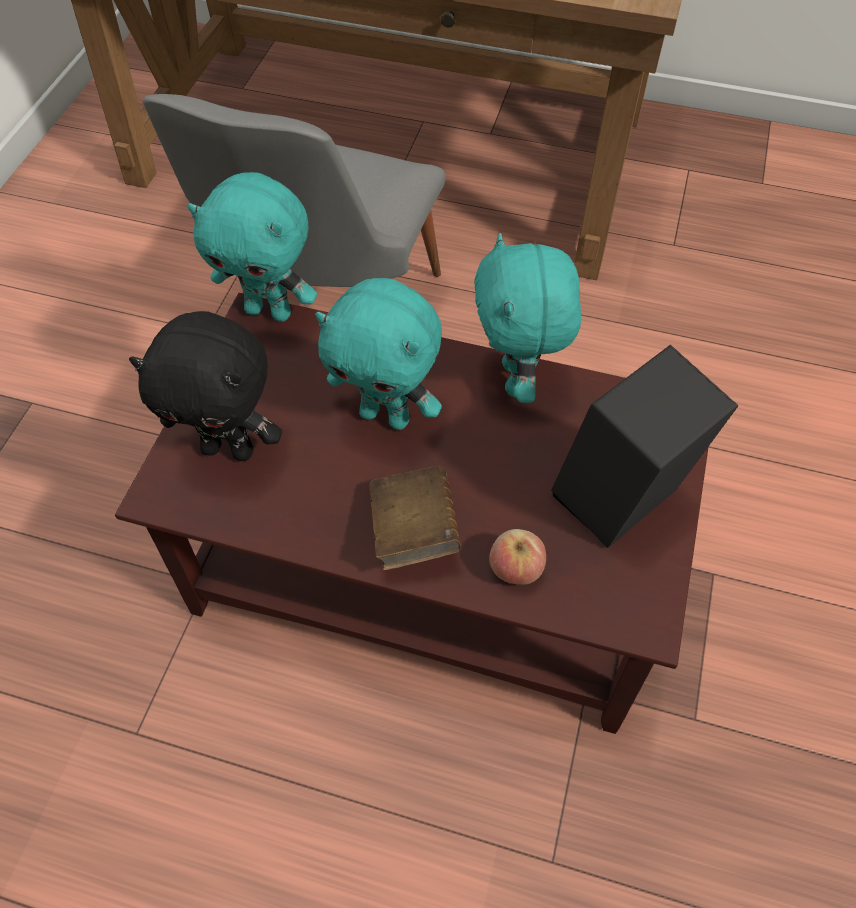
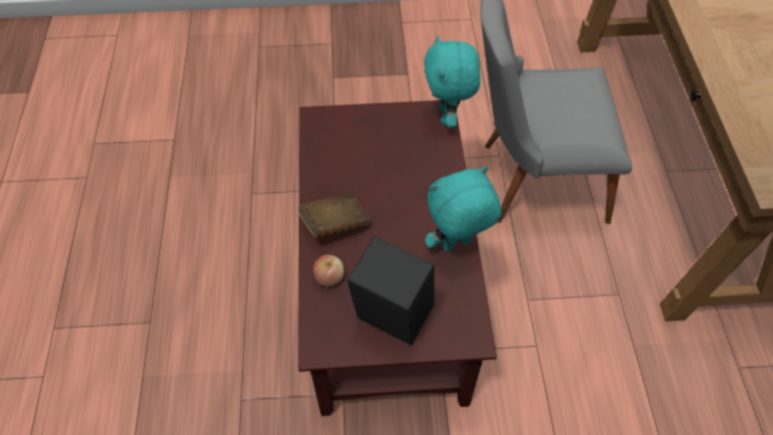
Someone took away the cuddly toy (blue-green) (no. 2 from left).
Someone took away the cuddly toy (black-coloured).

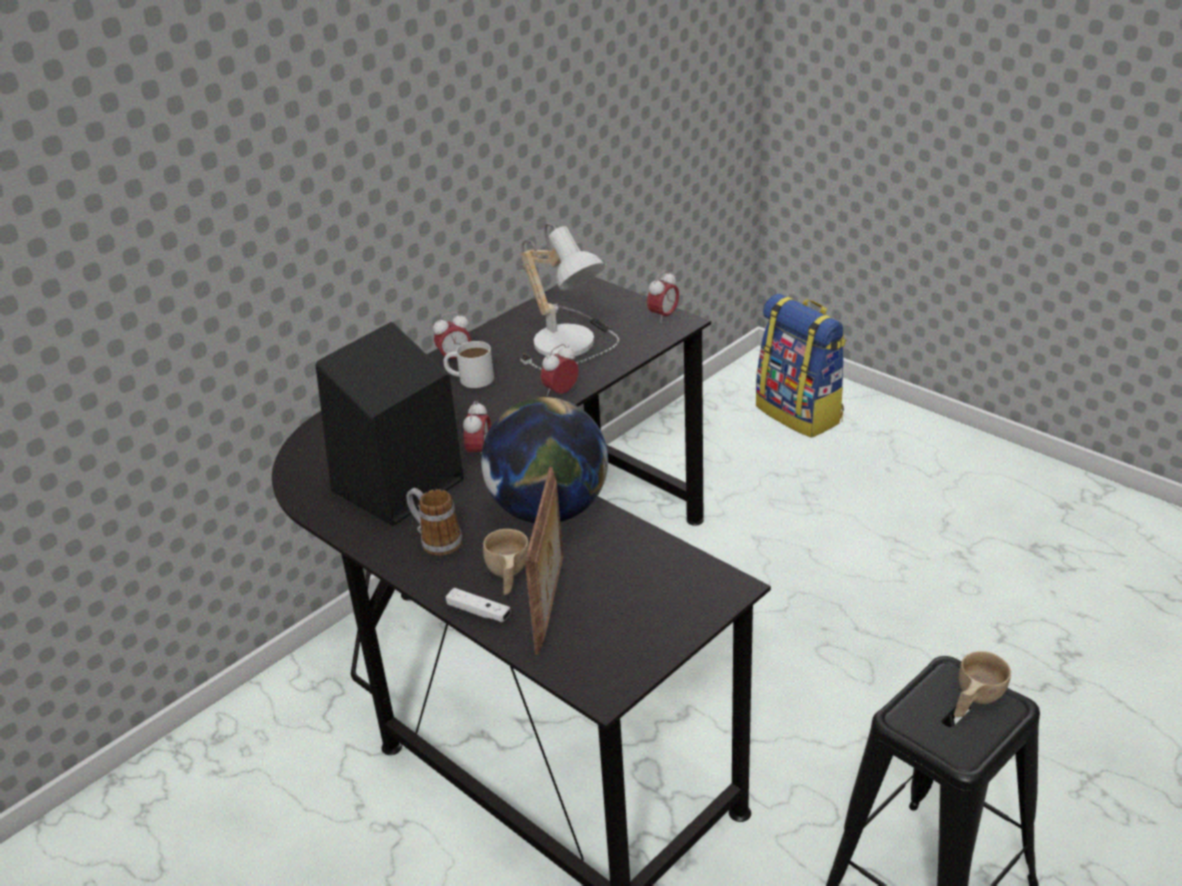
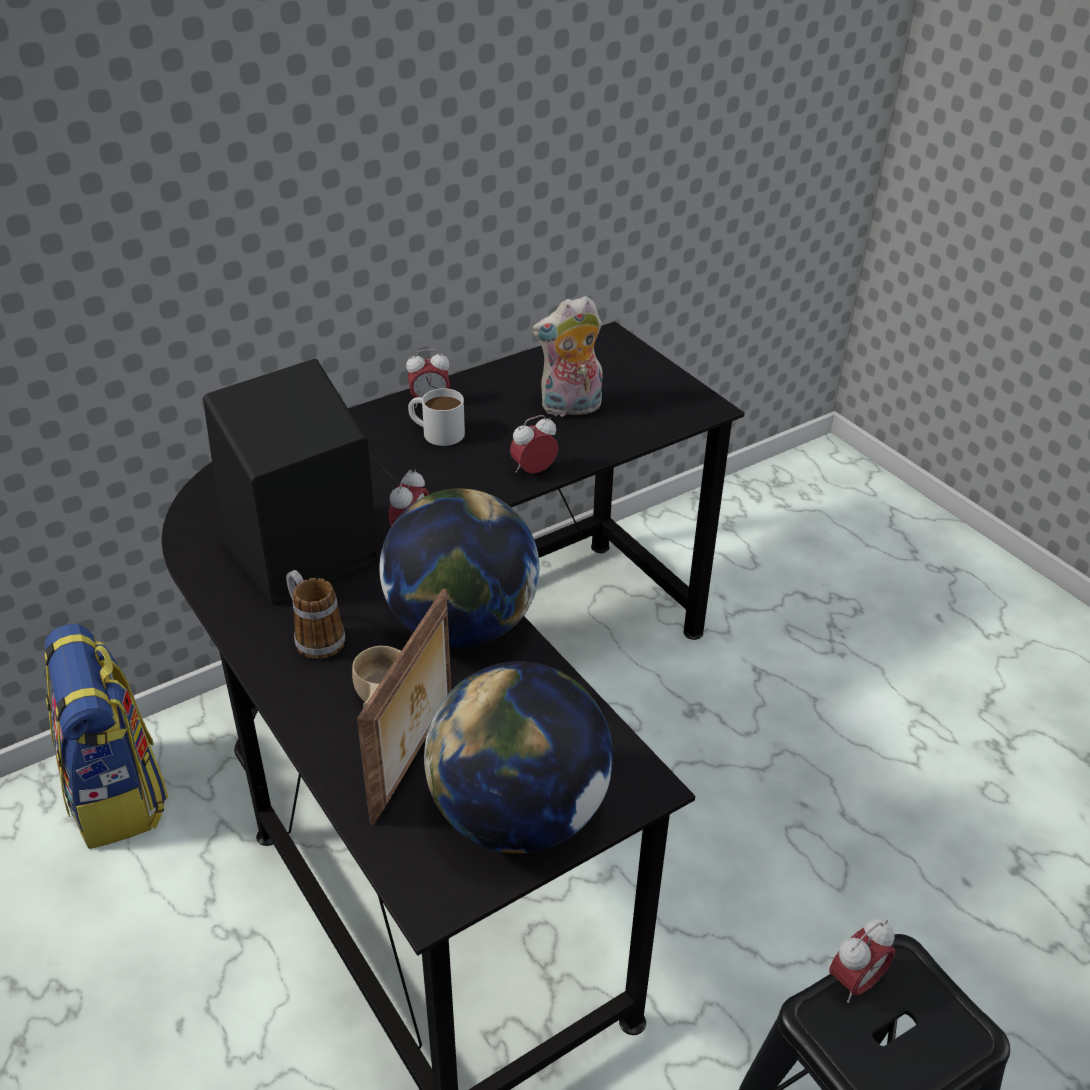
Someone swapped the tabletop lamp for the cuddly toy.
Someone carried the bedside clock (no. 4 from left).
Someone carried the knapsack.
Someone took away the game controller (whitish).
Someone took away the small cup (sand-coloured) (no. 2 from left).
Someone put down the desk globe (no. 2 from left).

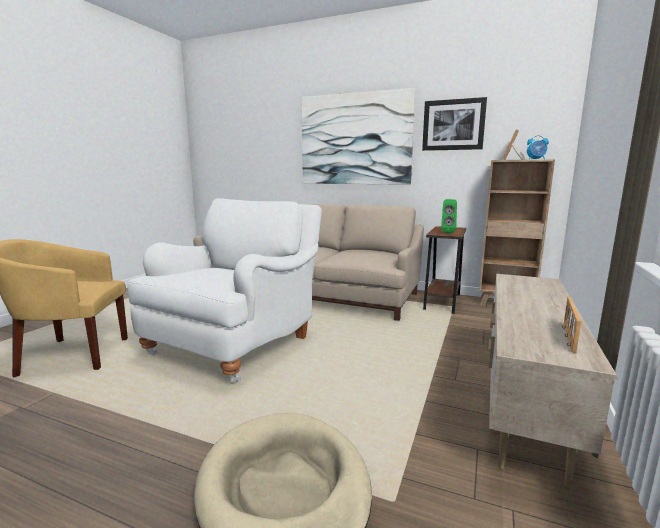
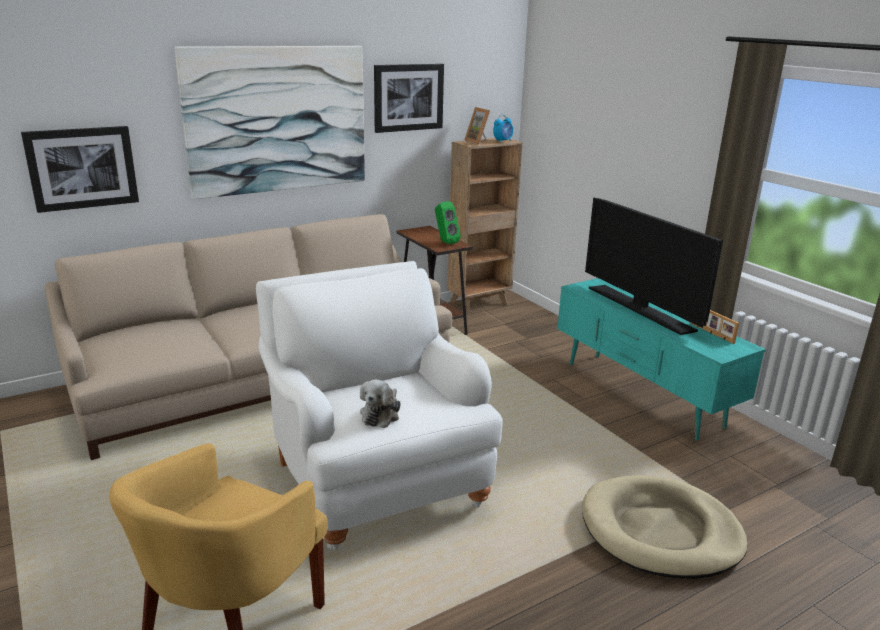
Someone repainted the tv stand (sand-coloured), which became the tv stand (blue-green).
Someone put up the wall picture (no. 1 from left).
Someone put down the TV.
Someone put down the cuddly toy.

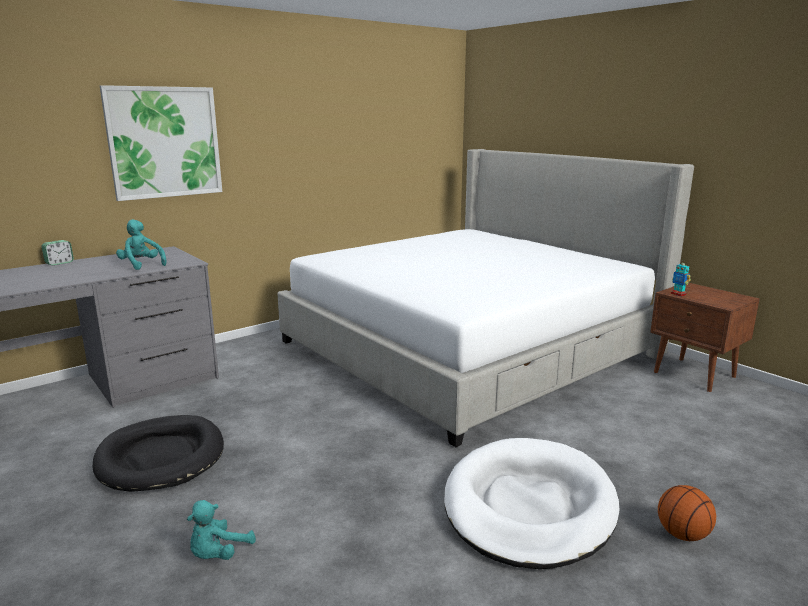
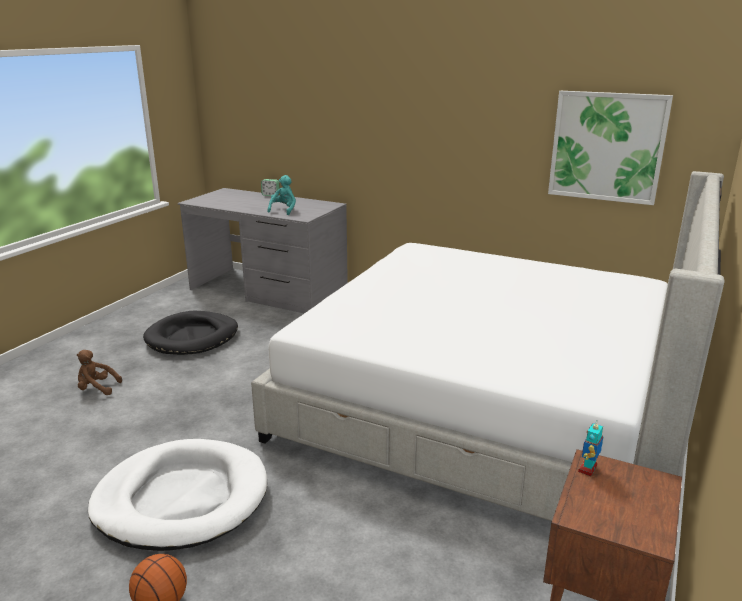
Someone carried the wall picture.
Someone repainted the cuddly toy (blue-green) (no. 2 from left), which became the cuddly toy (brown).

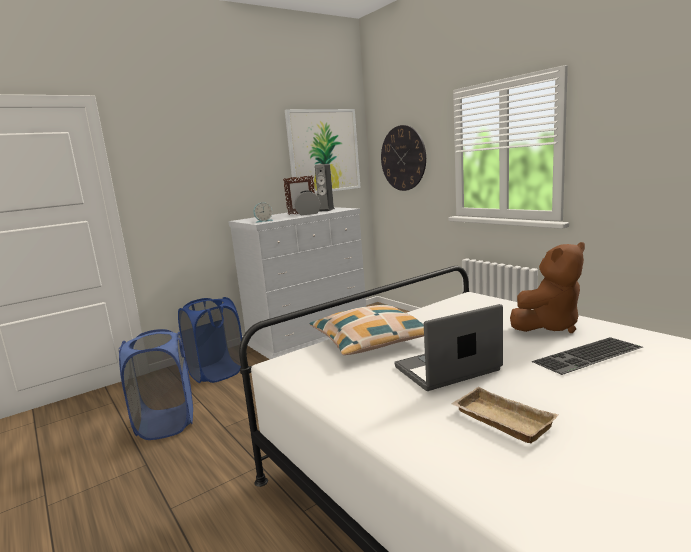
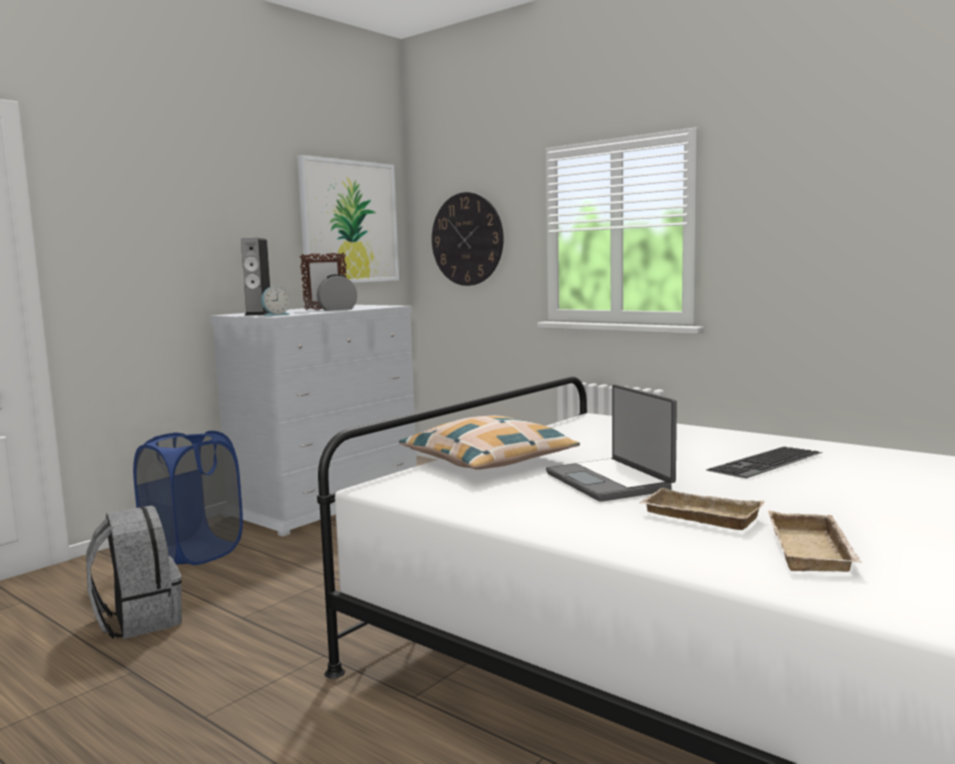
Someone carried the loudspeaker.
Someone took away the cuddly toy (brown).
Someone rotated the laptop by 75 degrees counterclockwise.
Someone swapped the hamper (blue-coloured) (no. 1 from left) for the knapsack (grey).
Someone put down the tray (sand-coloured) (no. 2 from left).

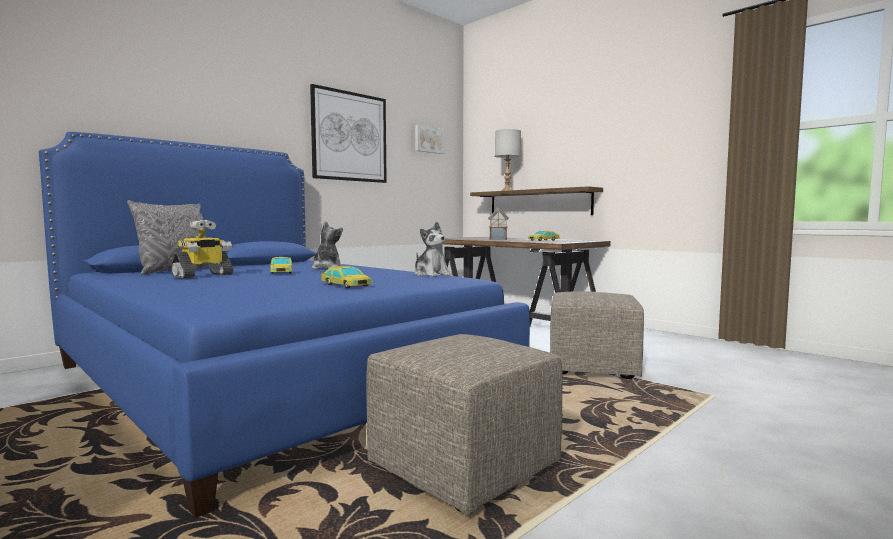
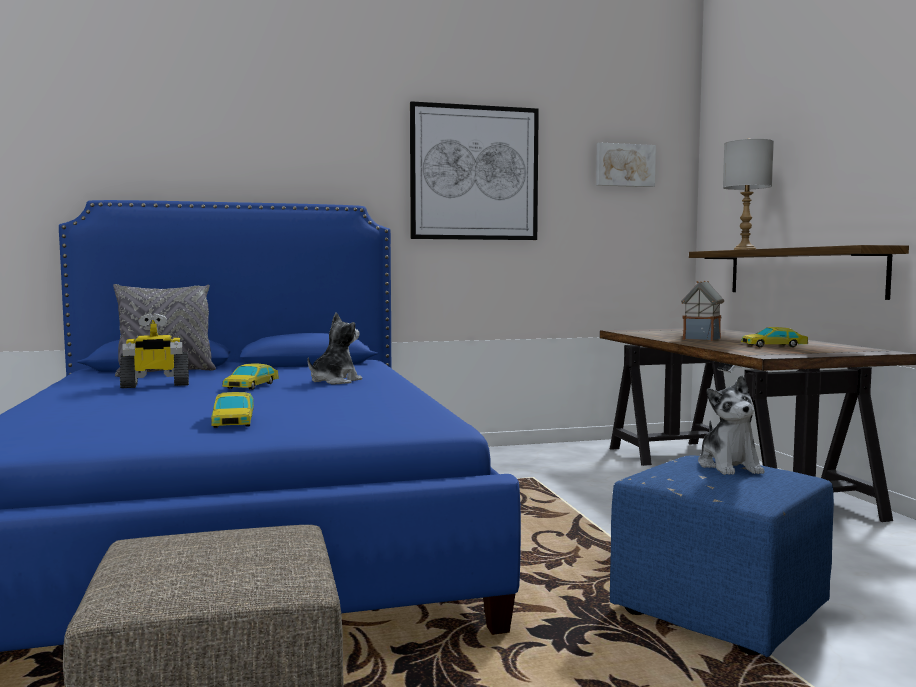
Someone carried the cuddly toy (no. 2 from left).
Someone repainted the footrest (sand-coloured) (no. 2 from left), which became the footrest (blue-coloured).

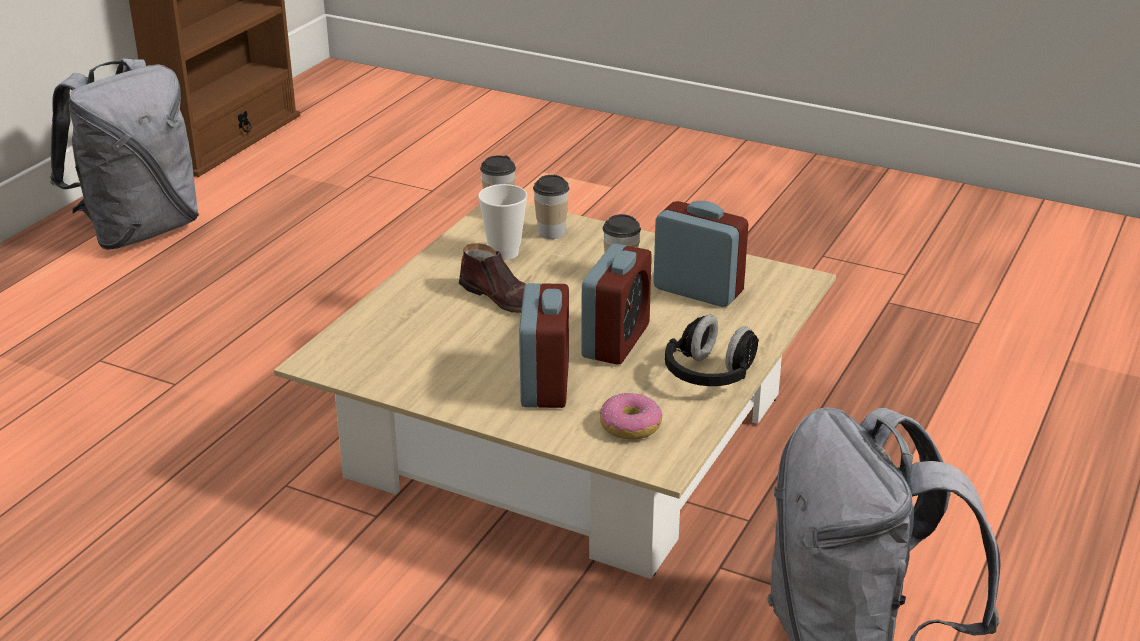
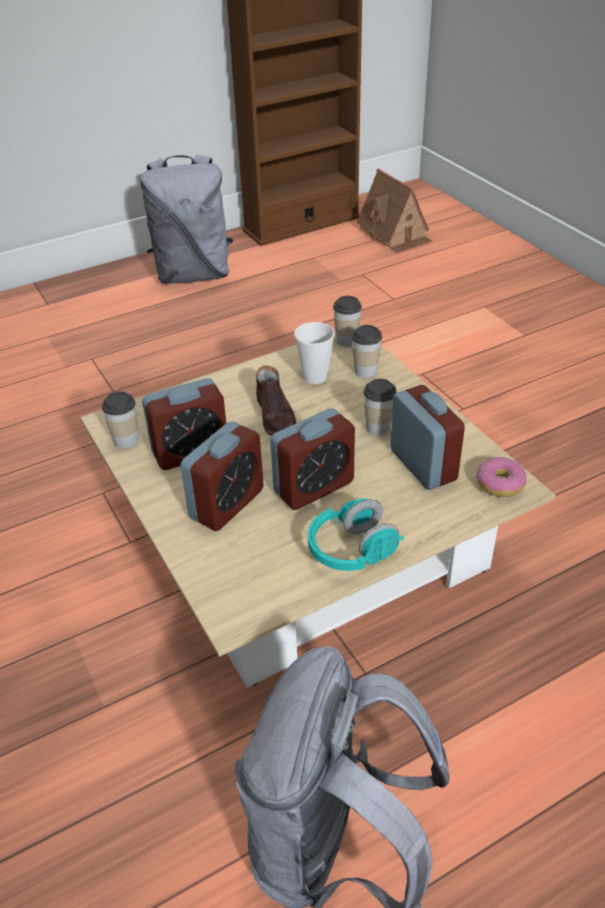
Someone repainted the pair of headphones (black-coloured), which became the pair of headphones (blue-green).
Someone carried the doughnut.
Someone put down the model house.
Someone put down the bedside clock (no. 1 from left).
Someone put down the small cup (no. 1 from left).

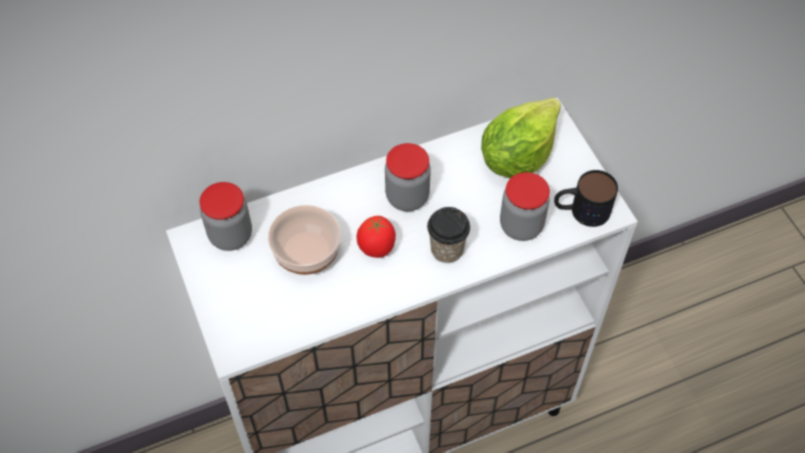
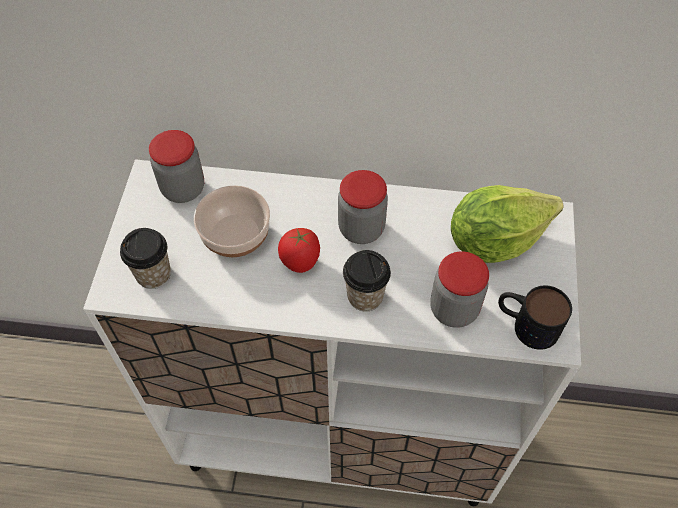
Someone put down the small cup (no. 1 from left).

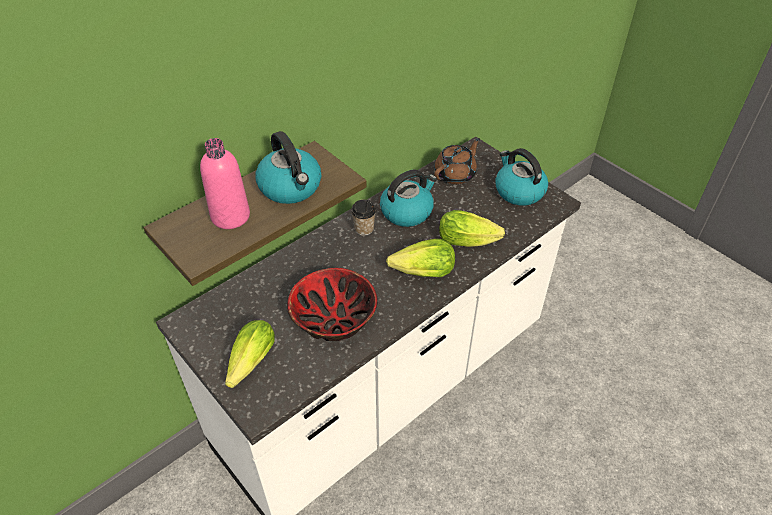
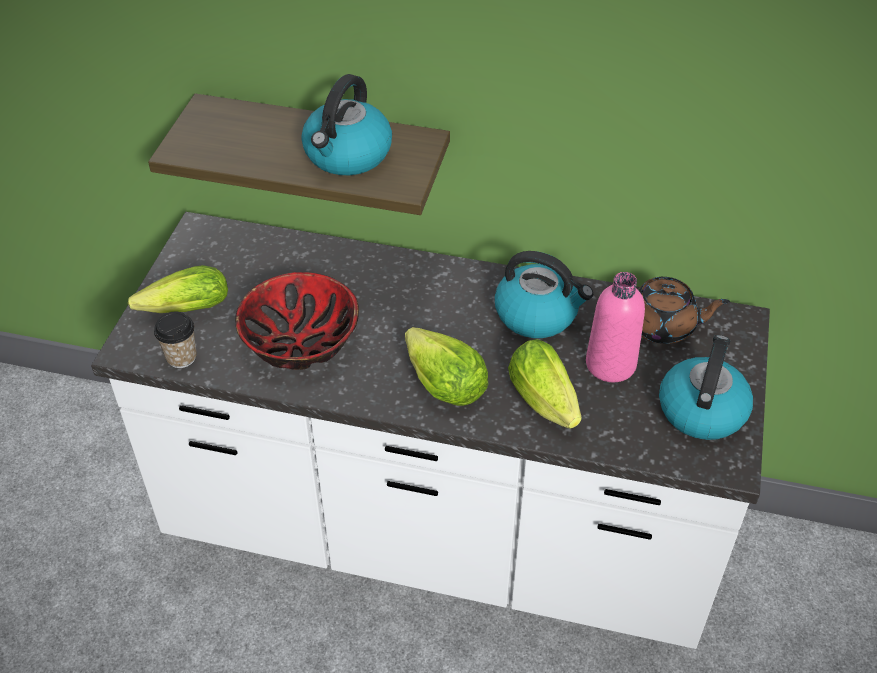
Someone carried the drink bottle (pink).
Someone carried the small cup.

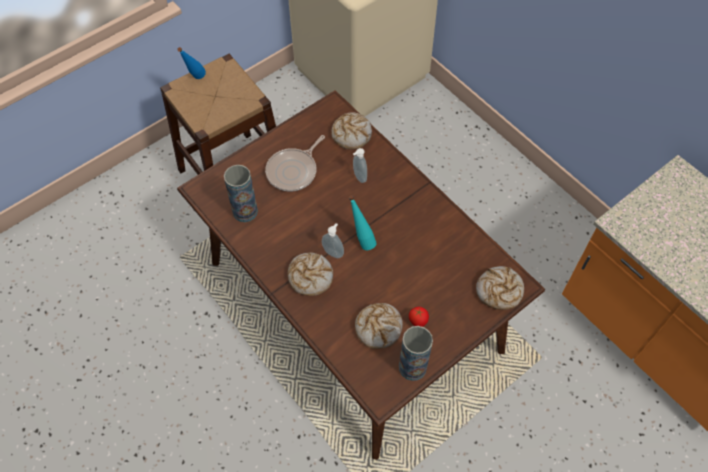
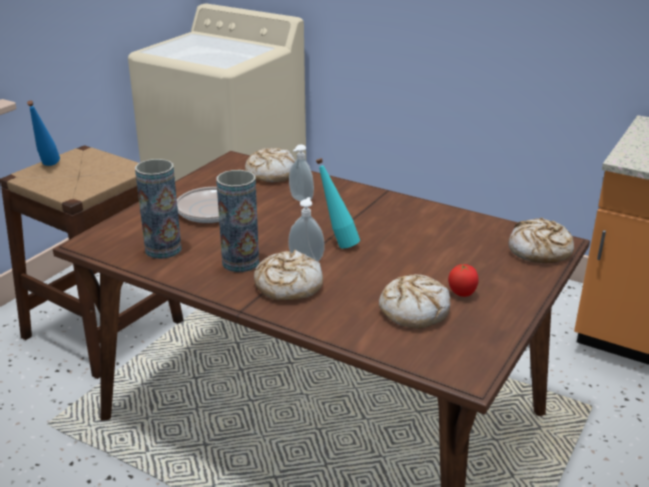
Someone carried the vase (no. 2 from left).

